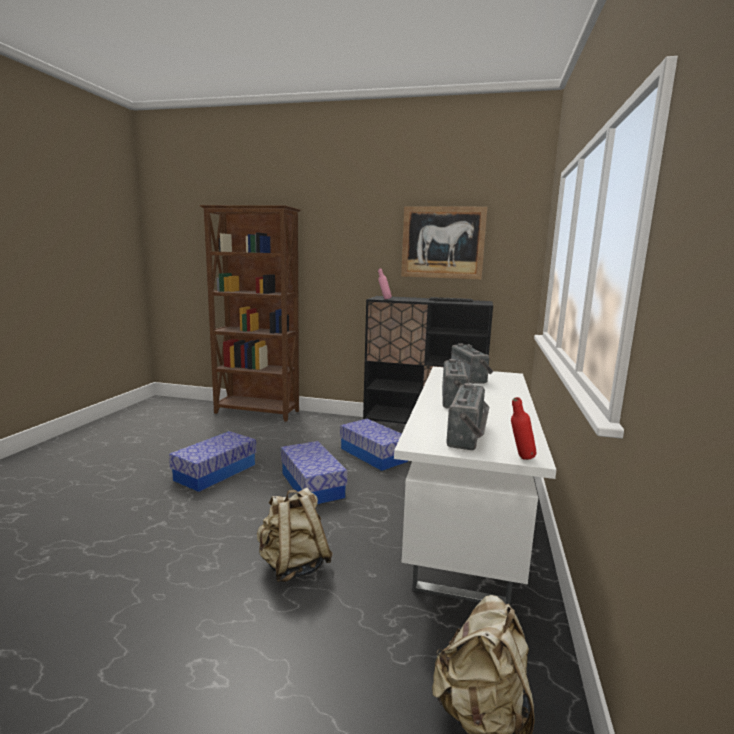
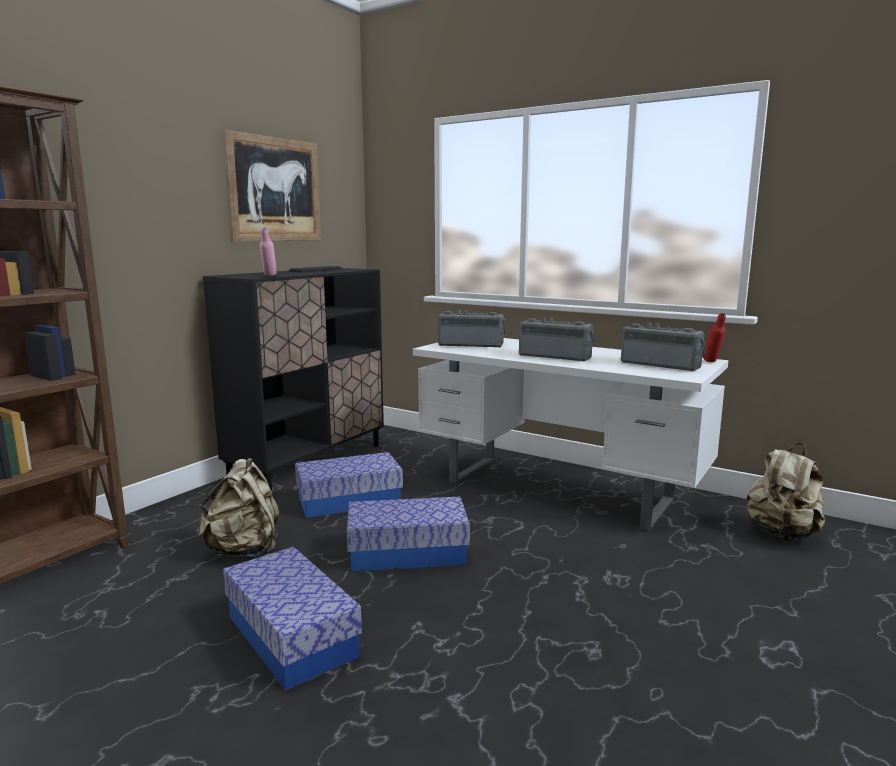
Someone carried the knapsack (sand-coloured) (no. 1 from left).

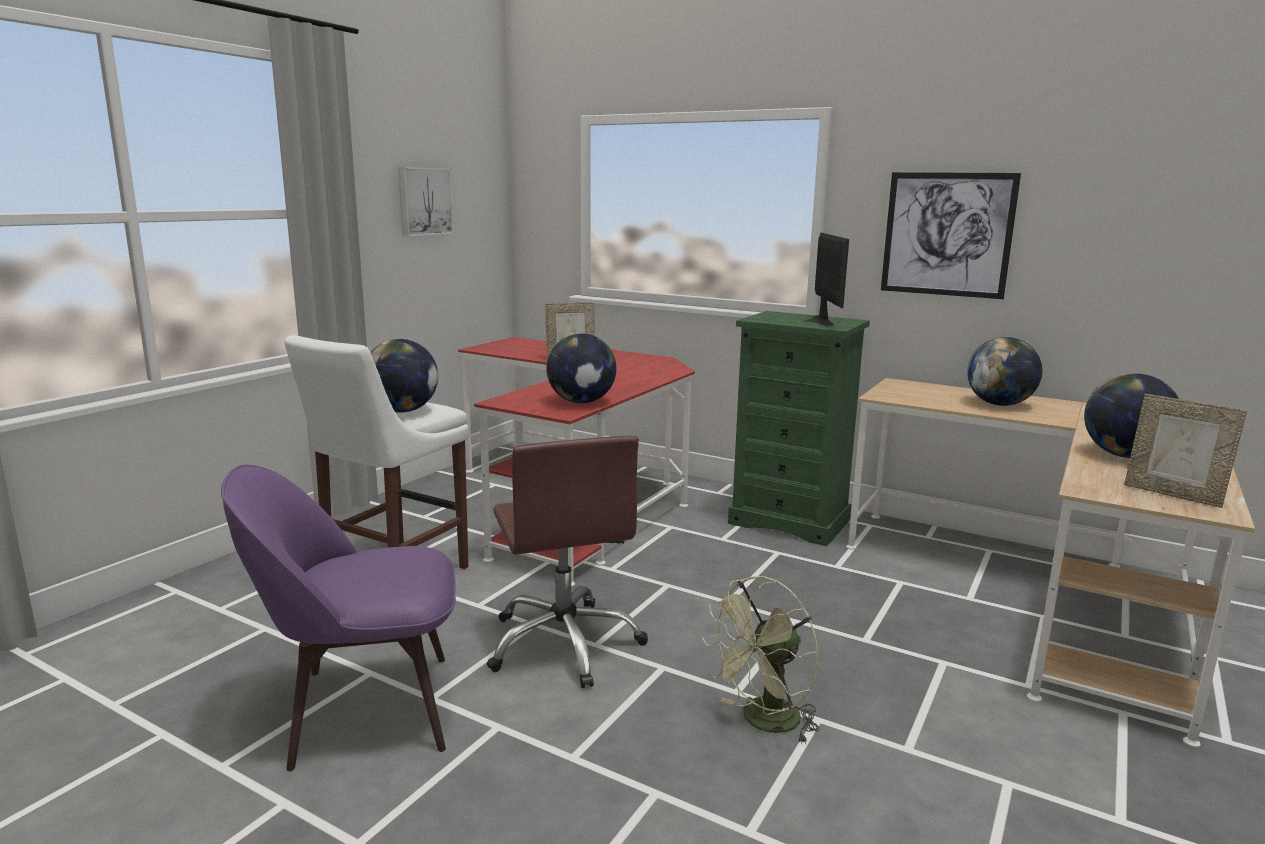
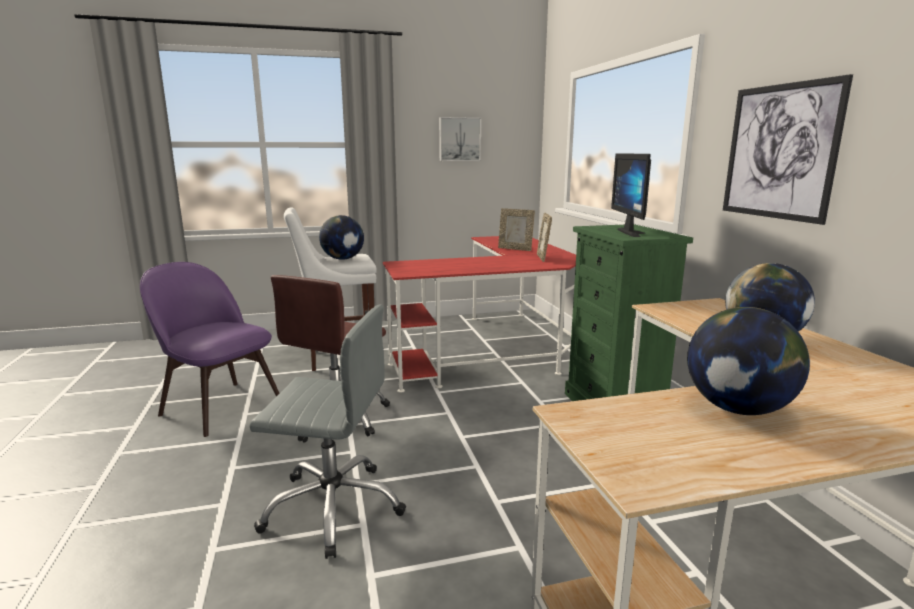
Someone rotated the monitor by 135 degrees clockwise.
Someone took away the desk globe (no. 2 from left).
Someone carried the standing frame (no. 2 from left).
Someone swapped the cooling fan (green-coloured) for the office chair (grey).

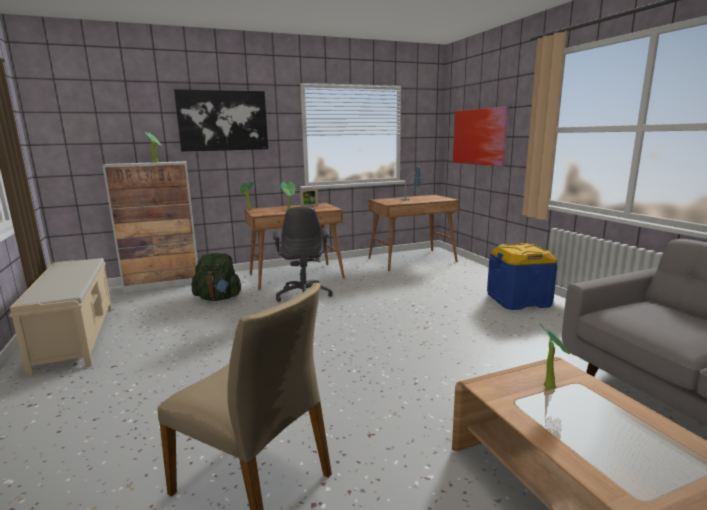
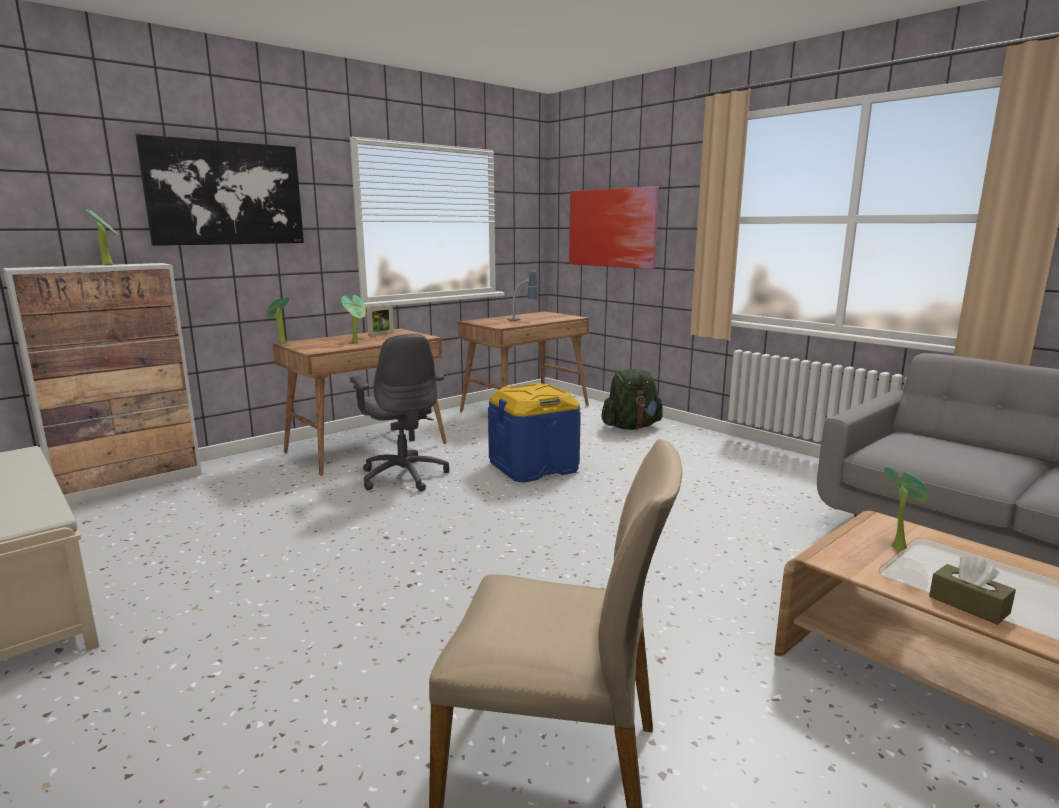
Someone carried the storage container (blue-coloured).
Someone carried the knapsack (green-coloured).
Someone put down the tissue box (brown).

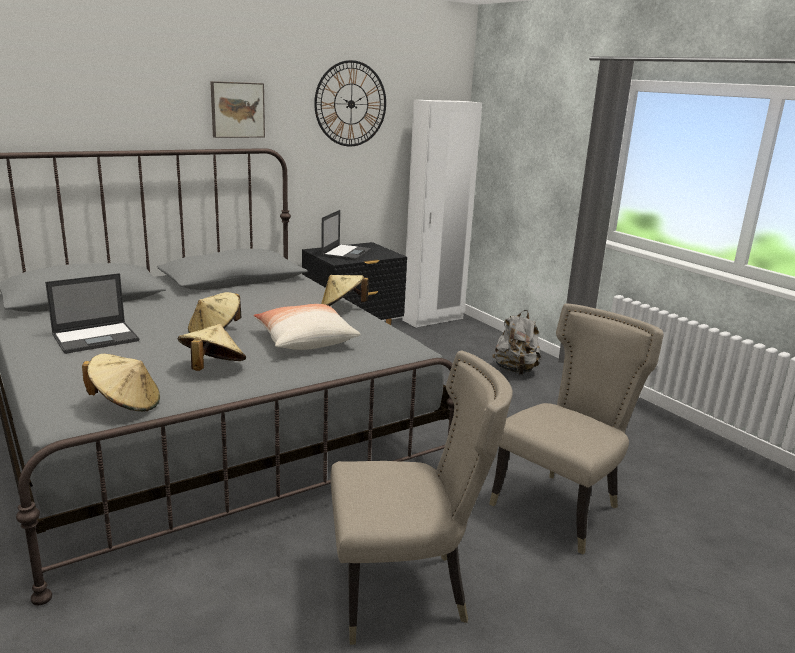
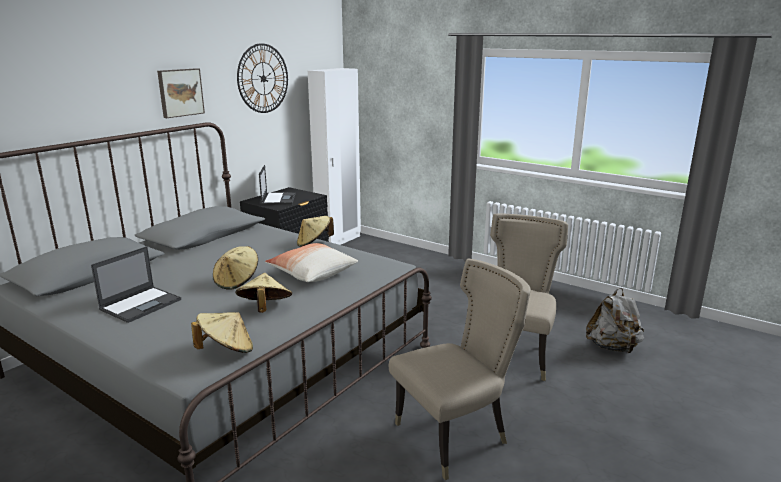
Someone carried the knapsack (grey).

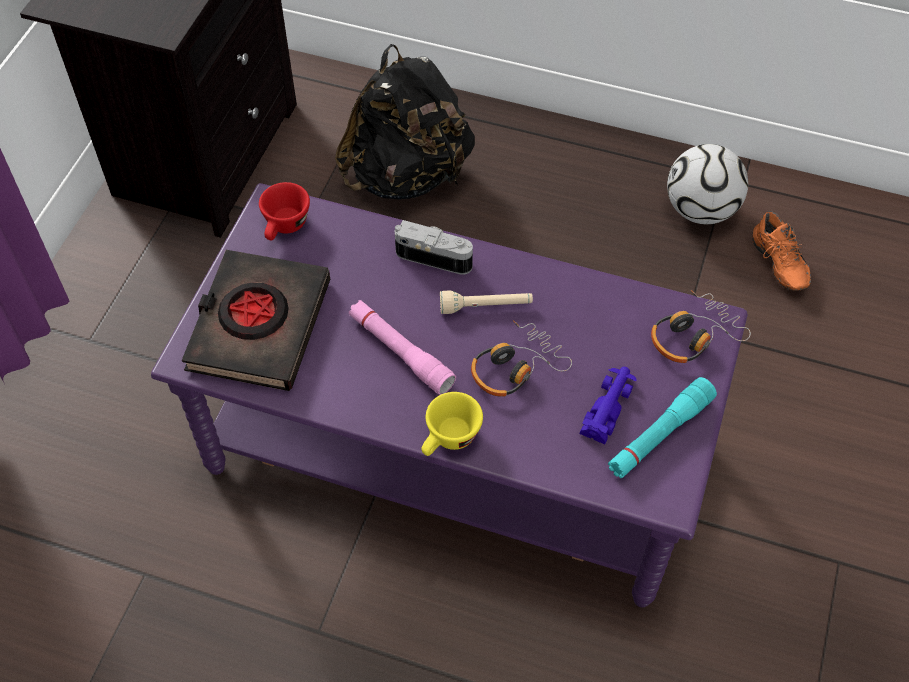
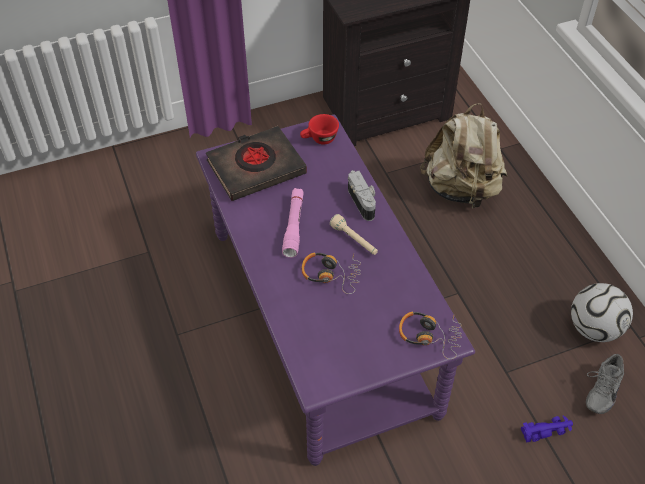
Someone repainted the knapsack (black-coloured), which became the knapsack (sand-coloured).
Someone repainted the shoe (orangey), which became the shoe (grey).
Someone carried the toy car (purple).
Someone took away the flashlight (blue-green).
Someone took away the small cup (yellow-coloured).

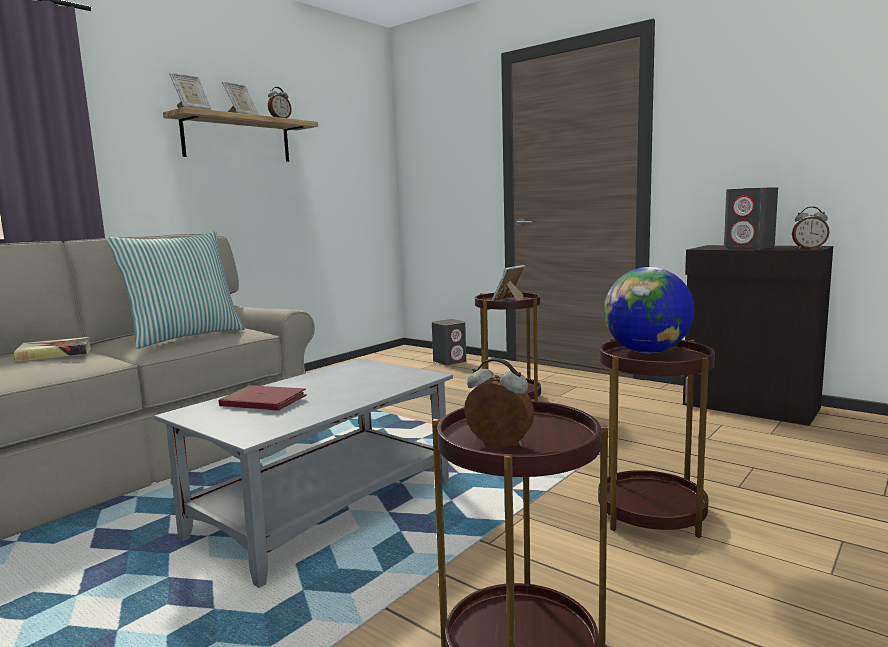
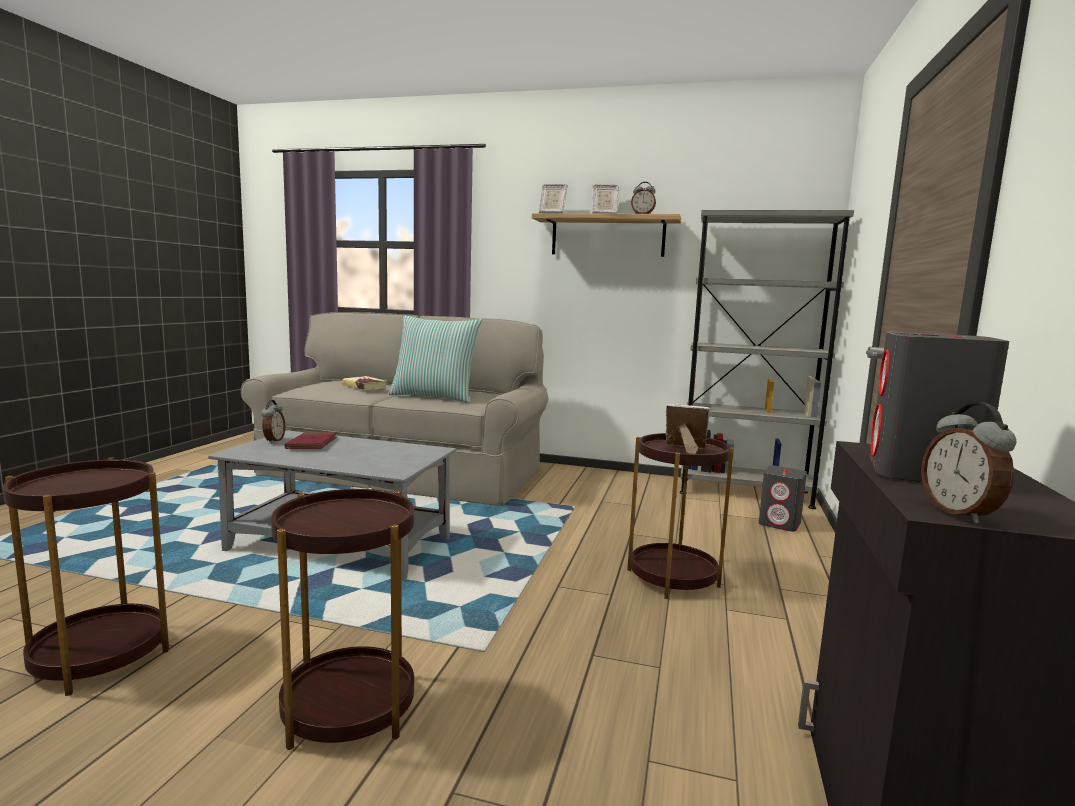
Someone took away the desk globe.
Someone carried the bedside clock (no. 2 from left in the first image).
Someone put down the bookshelf (grey).

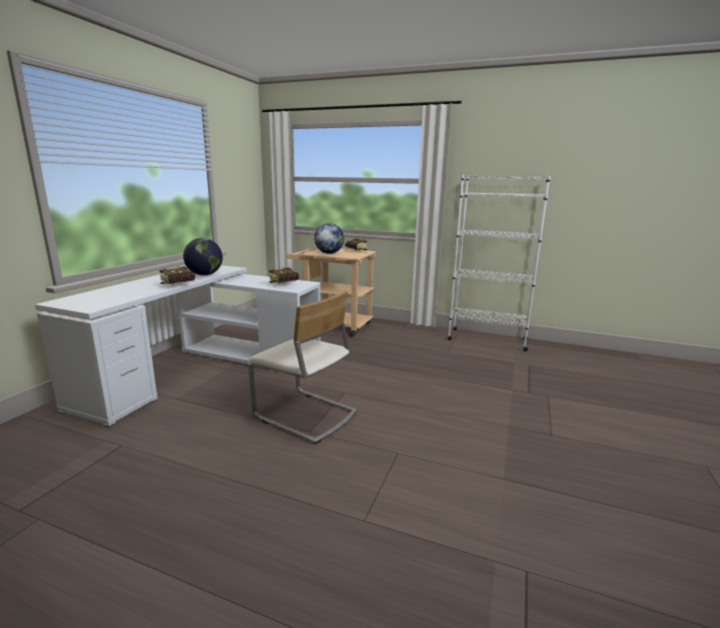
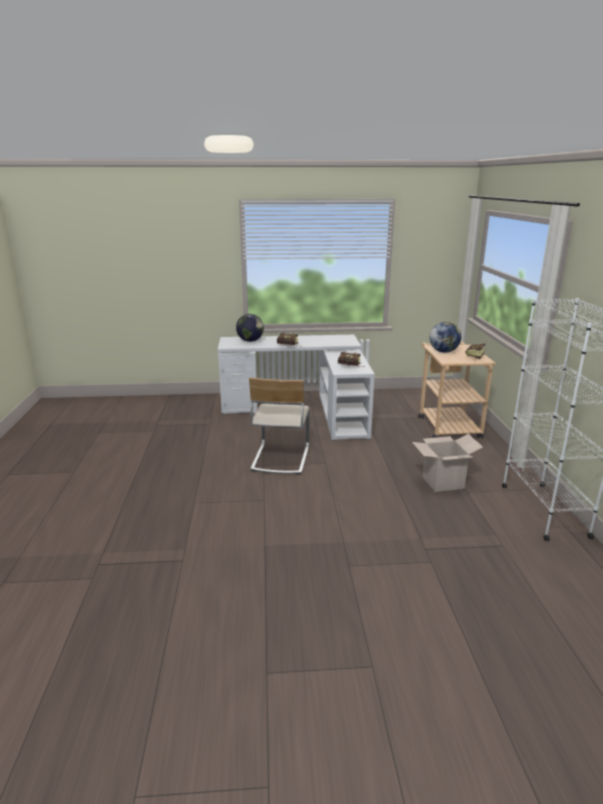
Someone carried the desk globe (no. 1 from left).
Someone put down the carton.

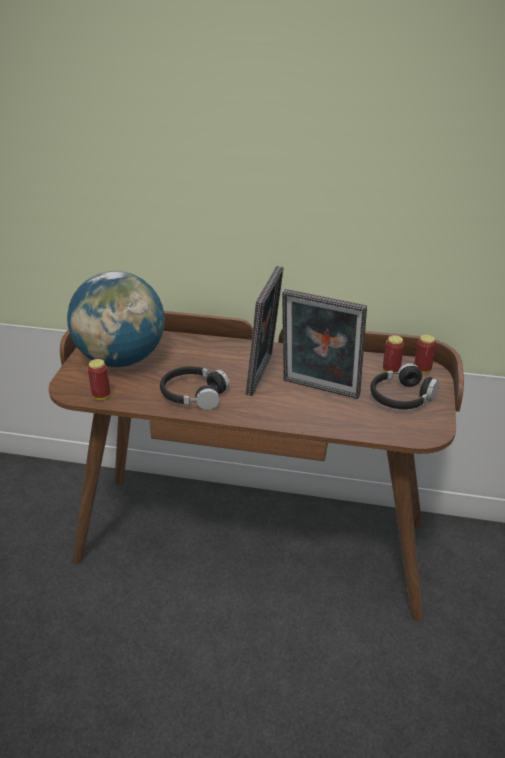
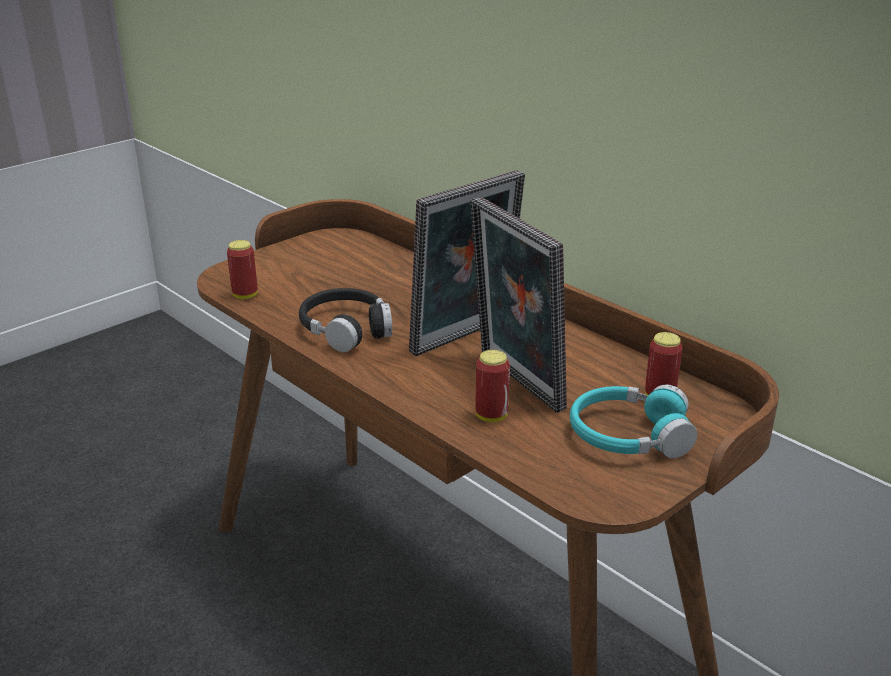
Someone took away the desk globe.
Someone carried the sealed can (no. 3 from left in the first image).
Someone repainted the pair of headphones (black-coloured) (no. 2 from left), which became the pair of headphones (blue-green).

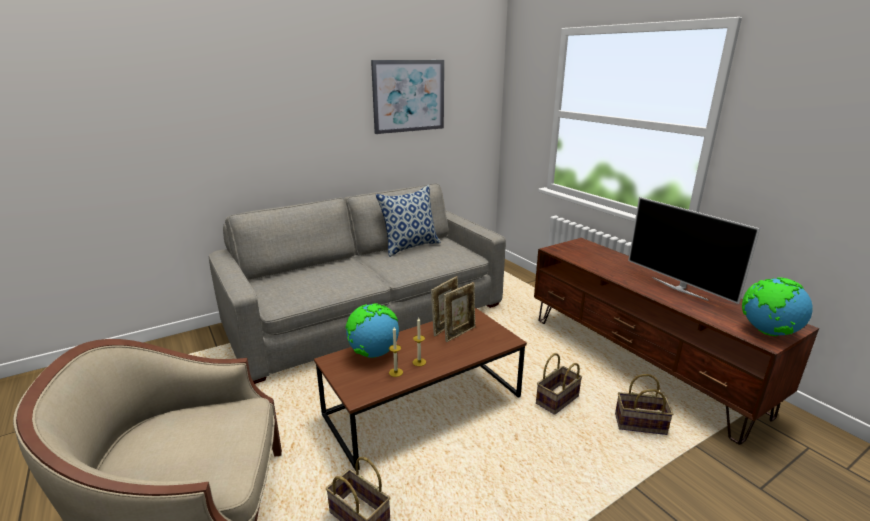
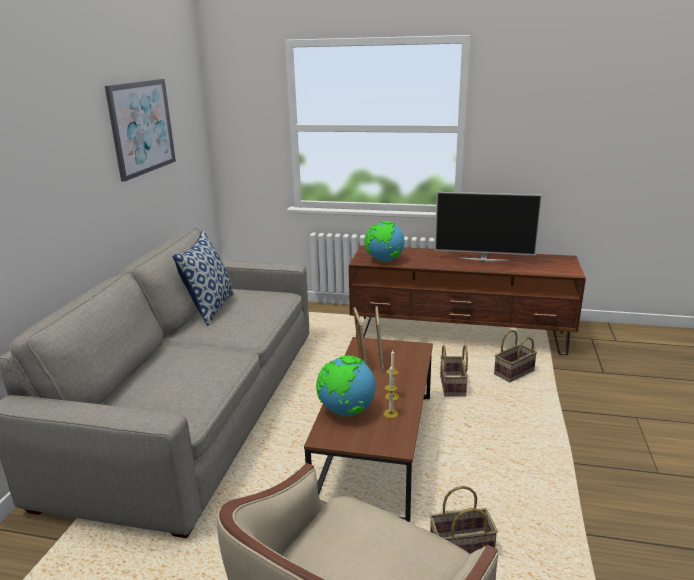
Someone carried the desk globe (no. 2 from left).

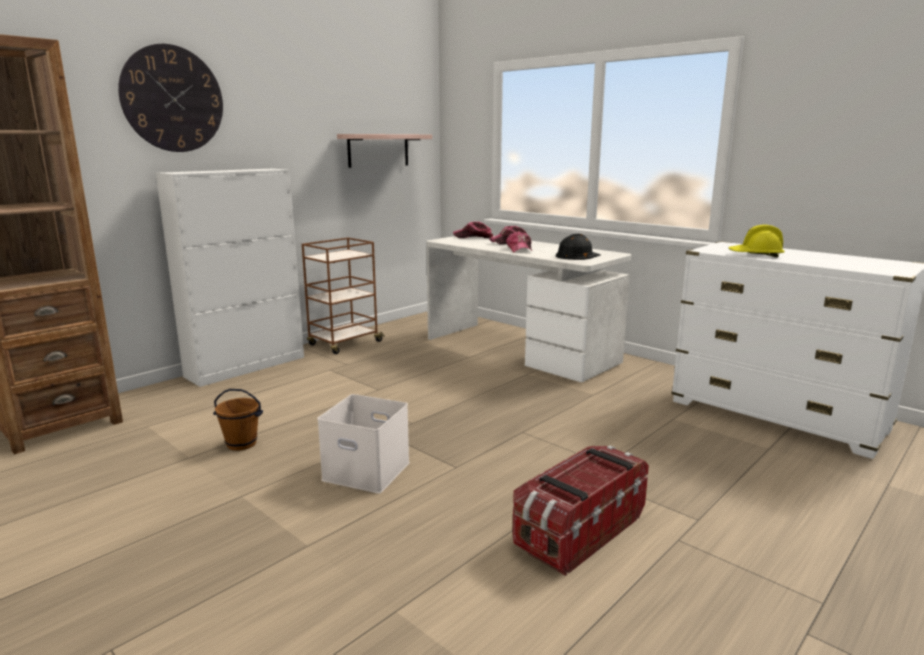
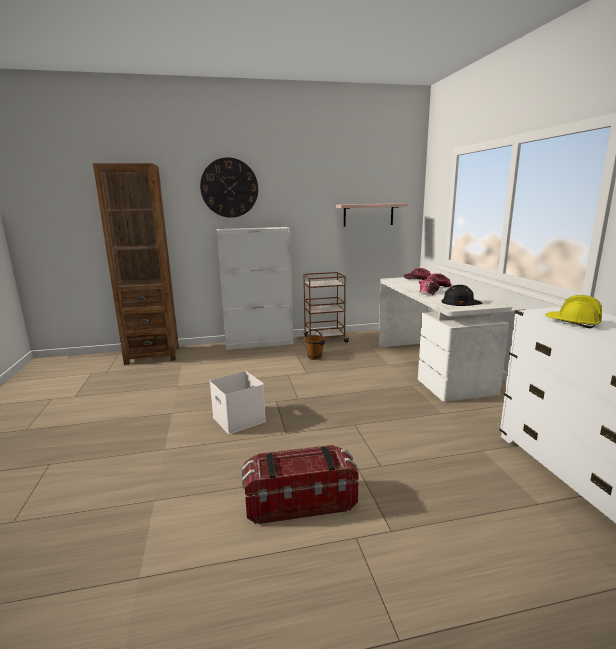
Someone carried the pail (brown).

